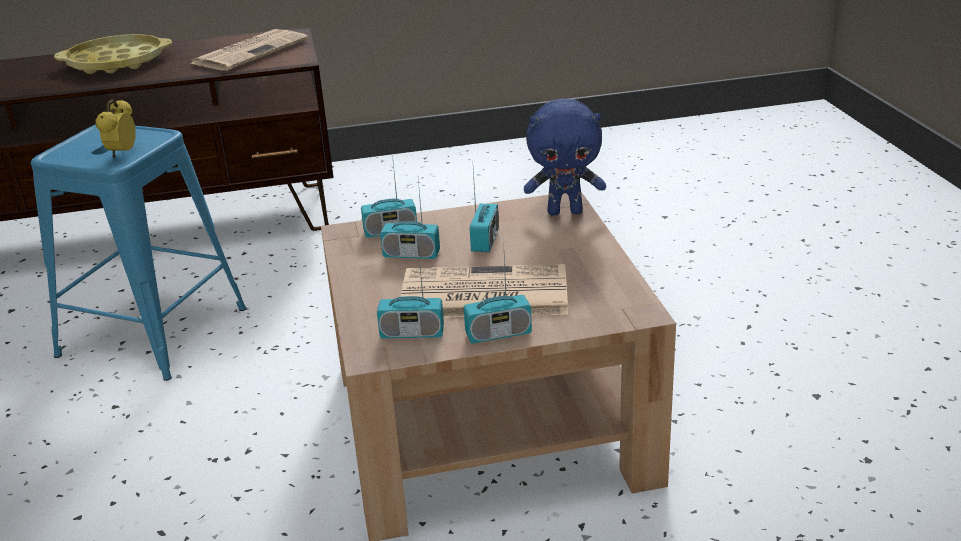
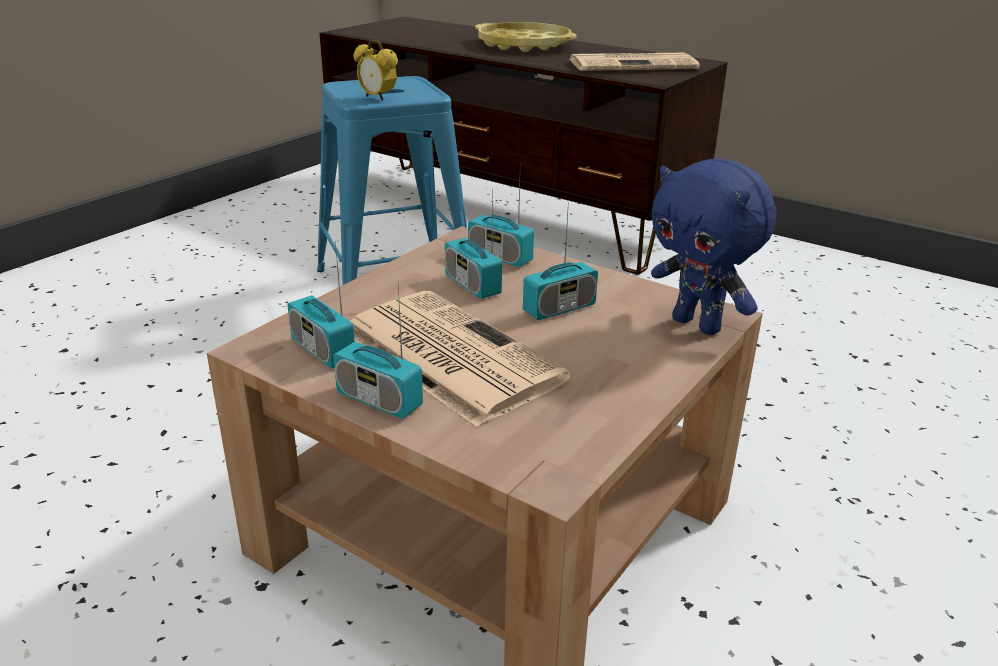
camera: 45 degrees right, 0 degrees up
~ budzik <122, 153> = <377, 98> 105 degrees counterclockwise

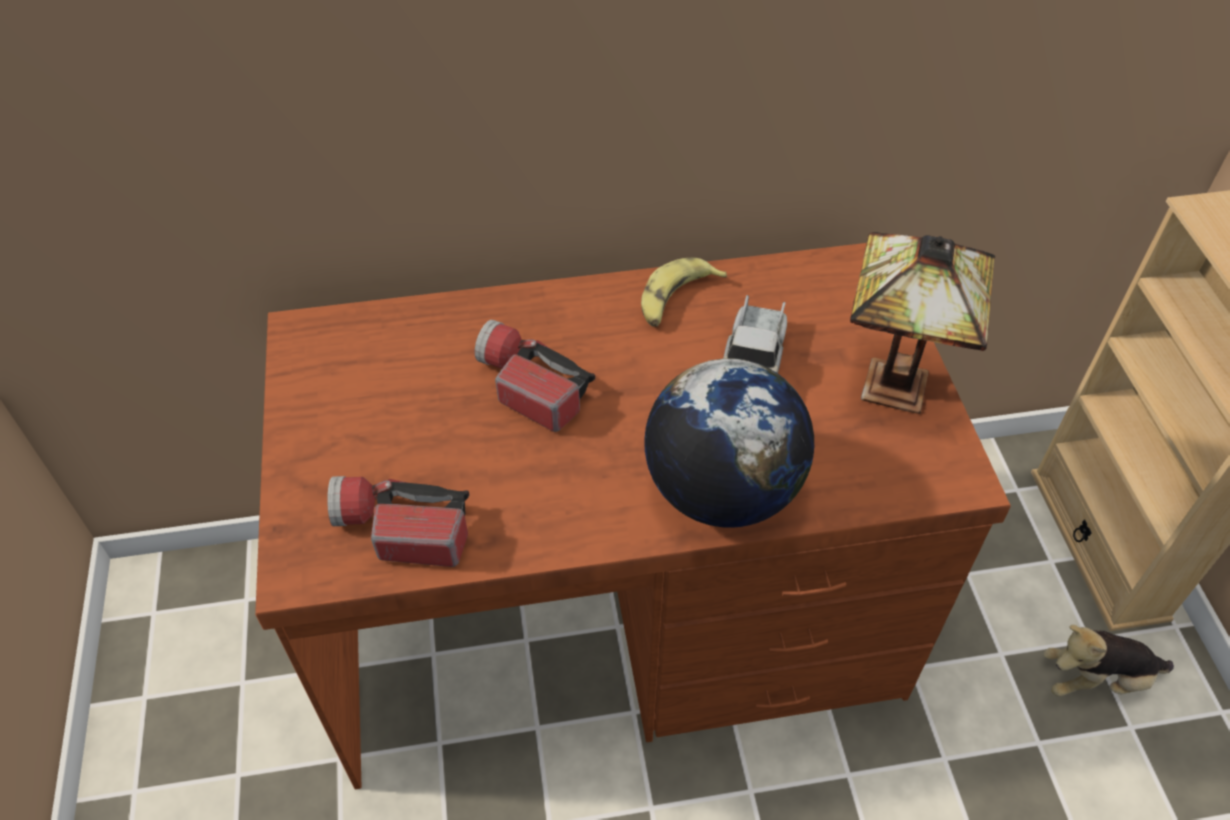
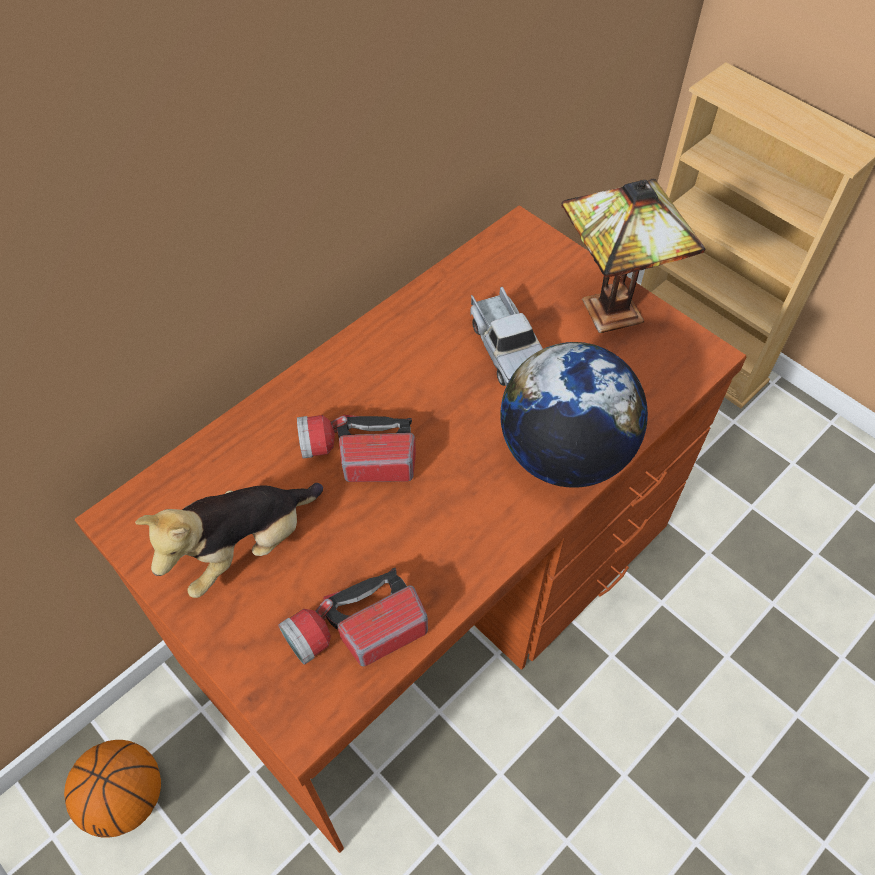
camera: 35 degrees left, 5 degrees up
- banan <676, 300>
~ pluszak <1096, 679> to <245, 548>
+ piłka do koszykówki <126, 798>

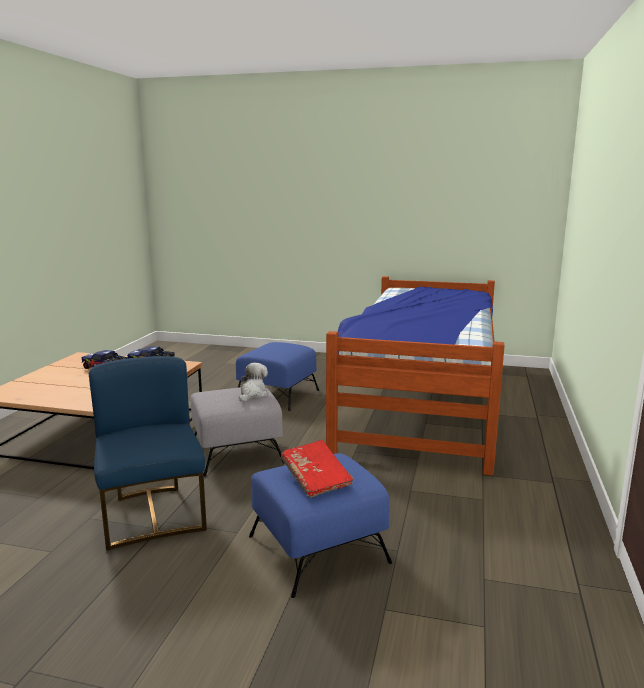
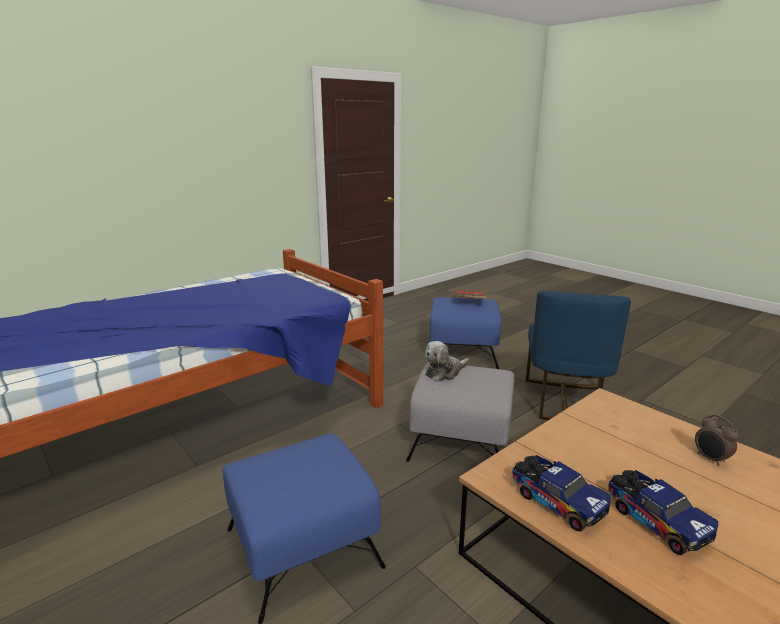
camera: 145 degrees left, 5 degrees up
+ budzik <710, 459>

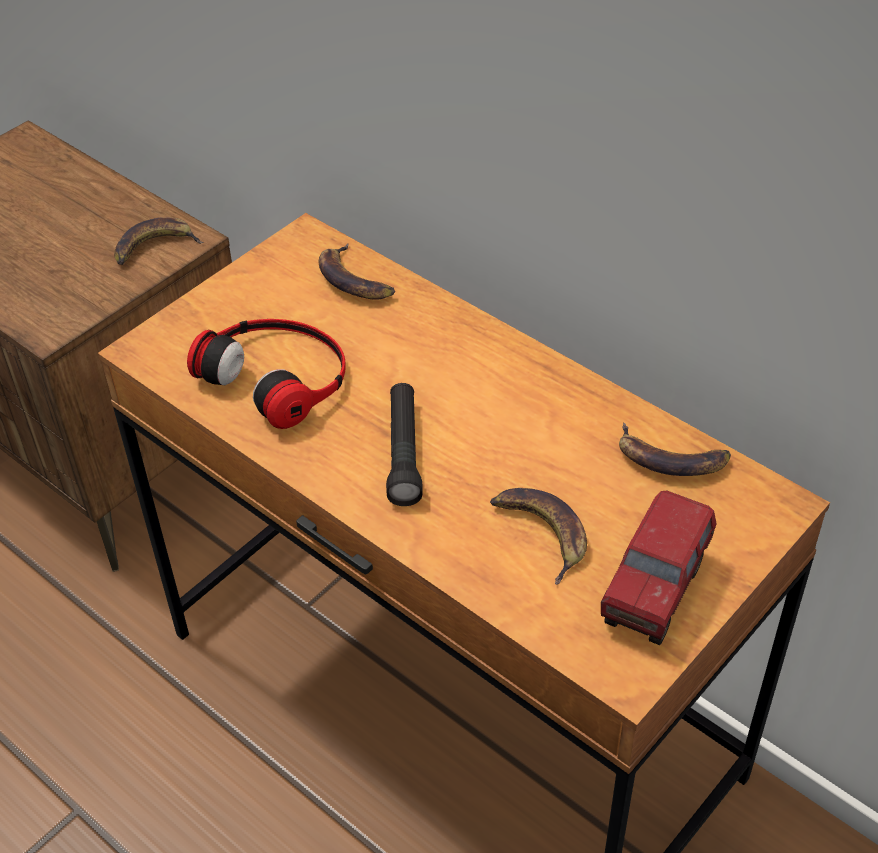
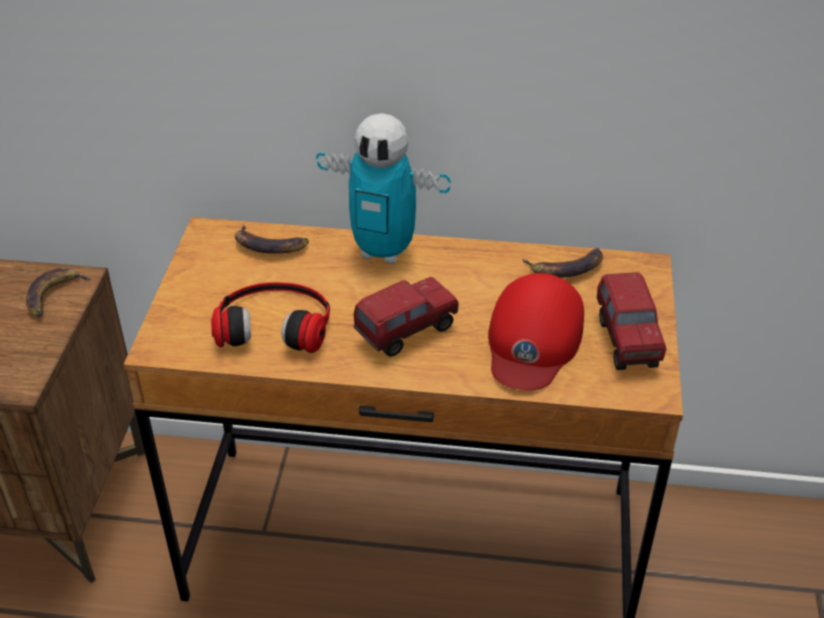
camera: 35 degrees left, 5 degrees down
~ latarka (czarny) <404, 453> to ciężarówka zabawkowa <406, 333>
~ banan <540, 532> to czapka z daszkiem (czerwony) <533, 340>
+ robot zabawkowy <384, 251>

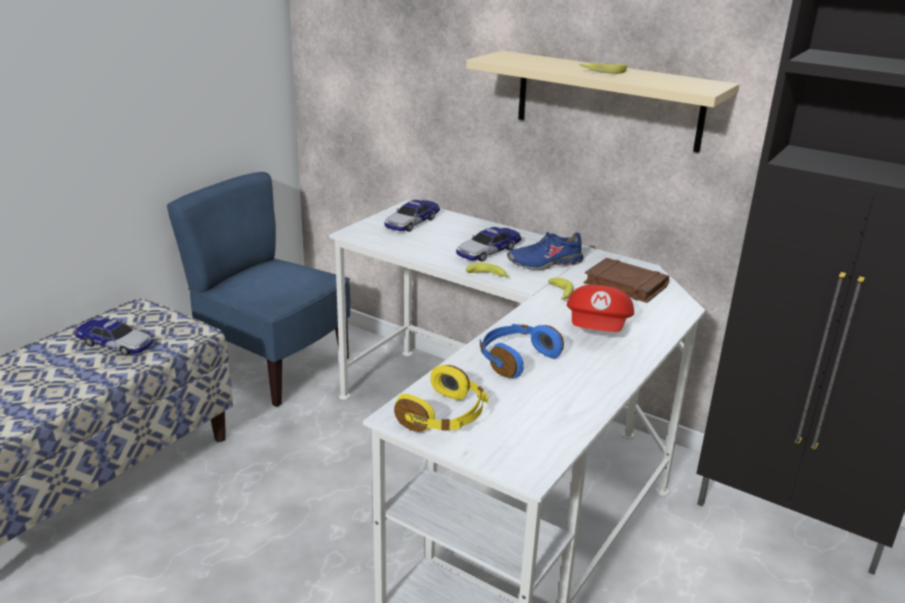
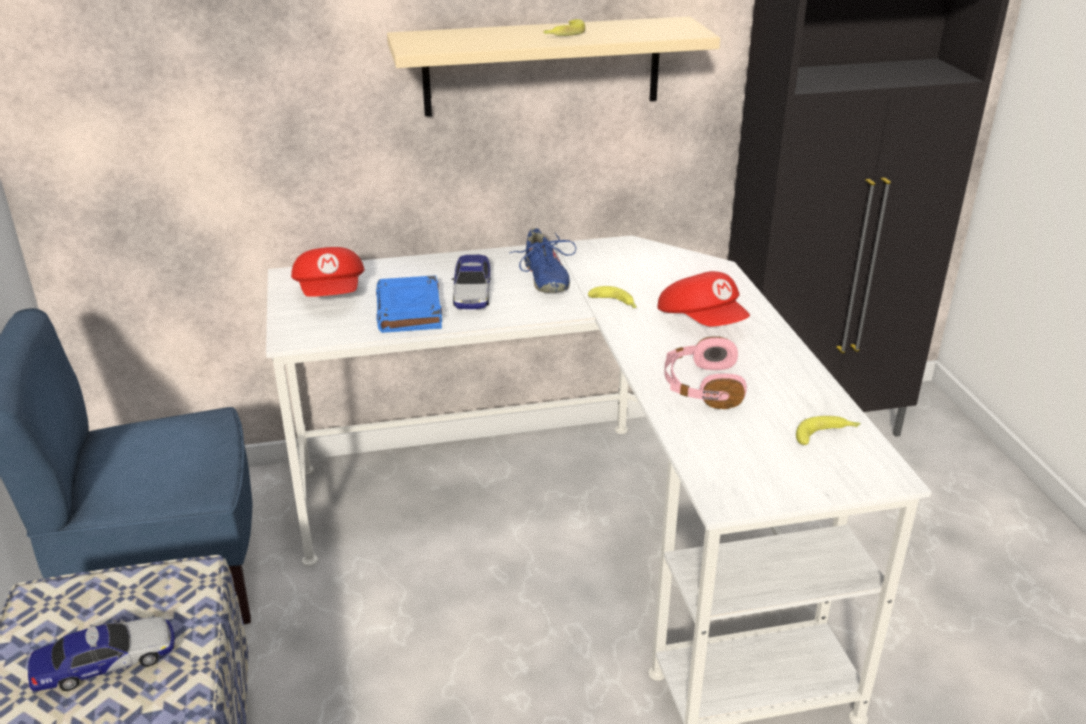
camera: 45 degrees left, 5 degrees up
~ samochodzik <412, 222> to czapka z daszkiem (czerwony) <332, 294>
- słuchawki (żółty) <445, 416>
~ banan <489, 276> to <827, 435>
~ słuchawki (niebieski) <516, 359> to słuchawki (różowy) <701, 387>
~ but (niebieski) <545, 263> = <544, 278> 45 degrees counterclockwise
- książka (brązowy) <624, 285>
+ książka (niebieski) <409, 311>

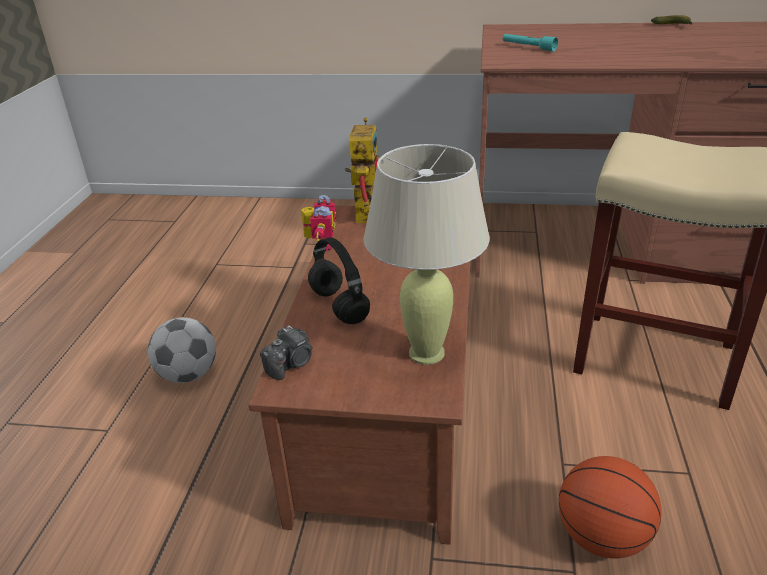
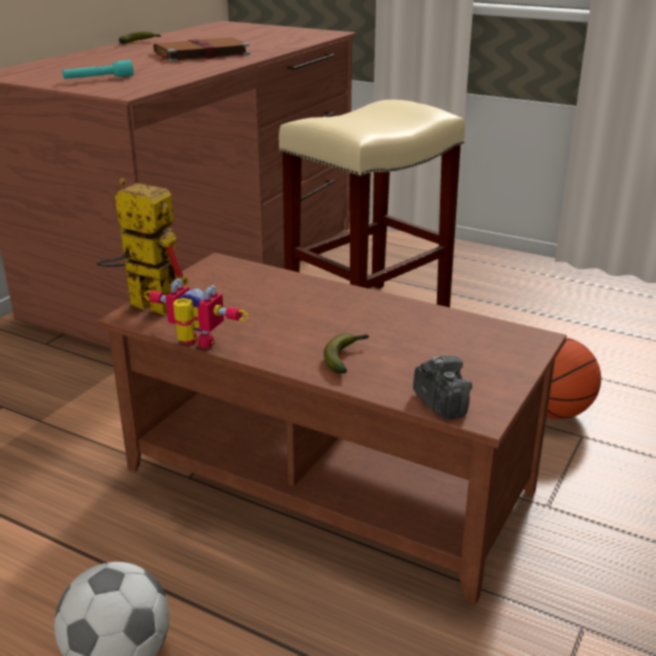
camera: 70 degrees left, 5 degrees down
~ słuchawki (czarny) <338, 306> to banan <346, 357>
- lampa stołowa (beżowy) <427, 353>
+ książka (brązowy) <200, 53>

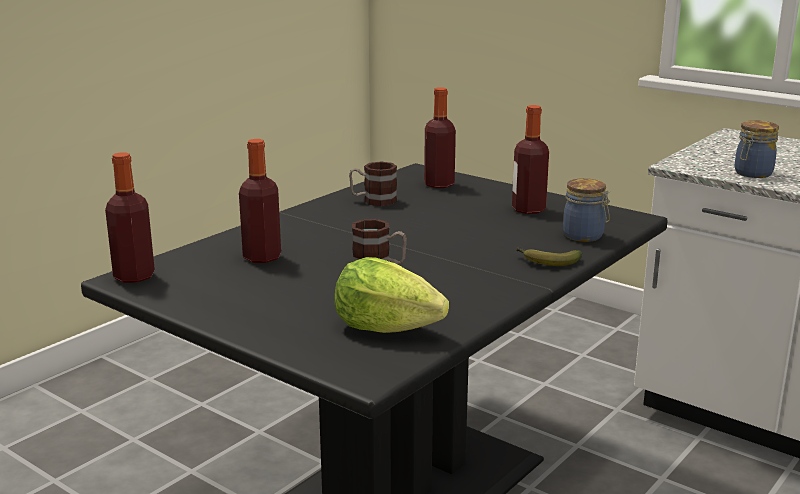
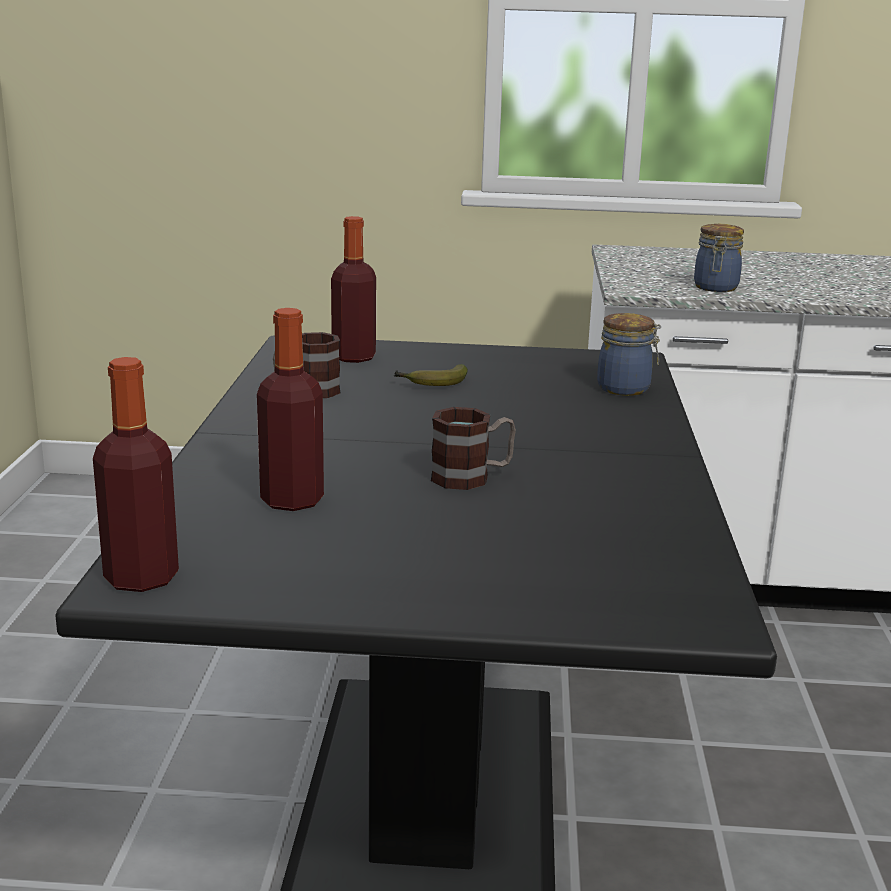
camera: 35 degrees left, 0 degrees up
- sałata <386, 328>
- butelka <528, 209>
~ banan <546, 261> to <432, 383>

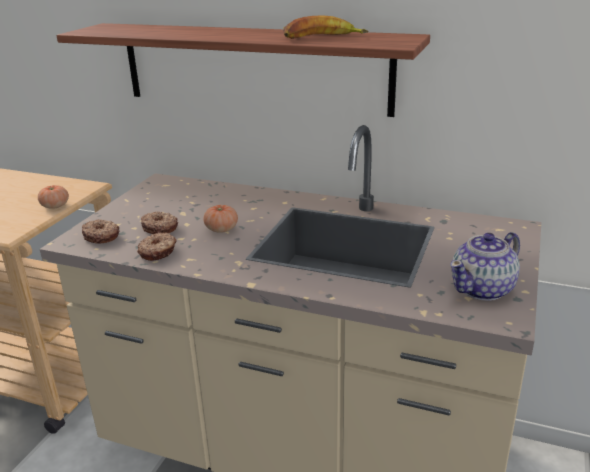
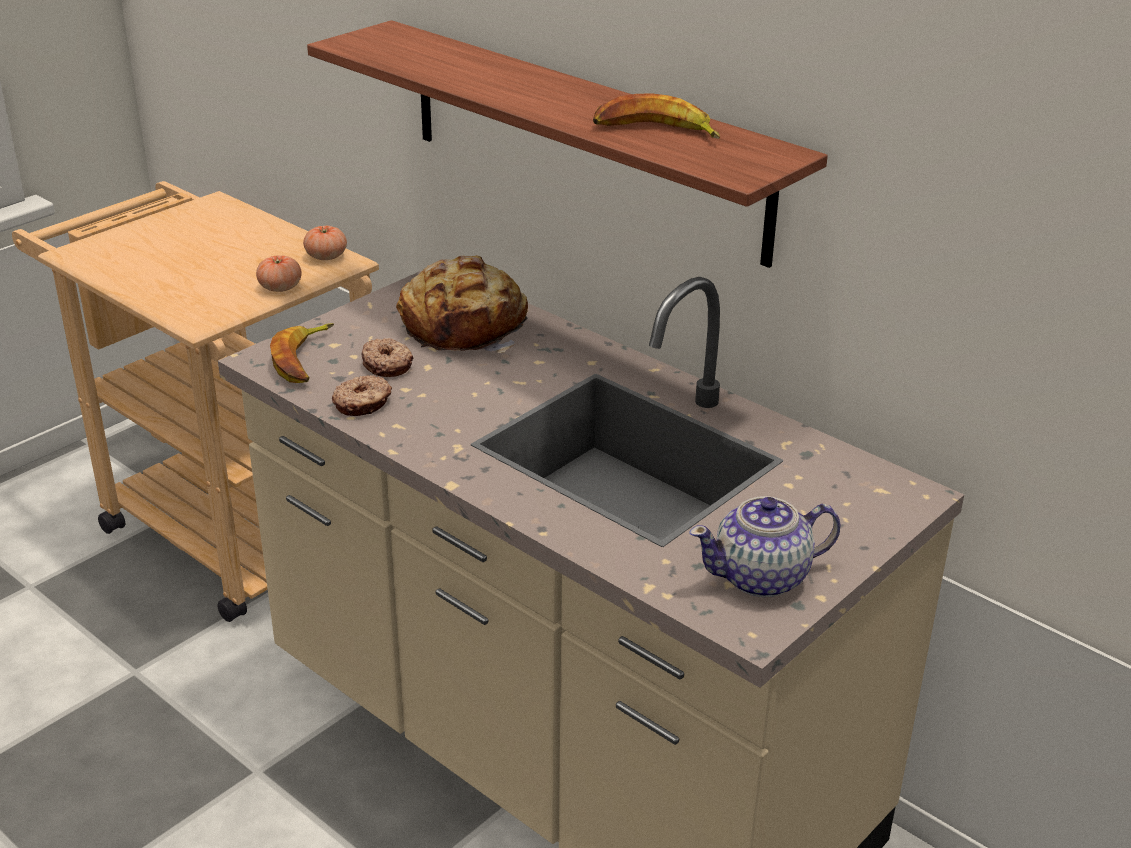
camera: 20 degrees right, 5 degrees up
~ donut <101, 236> to banan <304, 360>
~ pomidor <221, 229> to <326, 256>
+ chleb <465, 327>

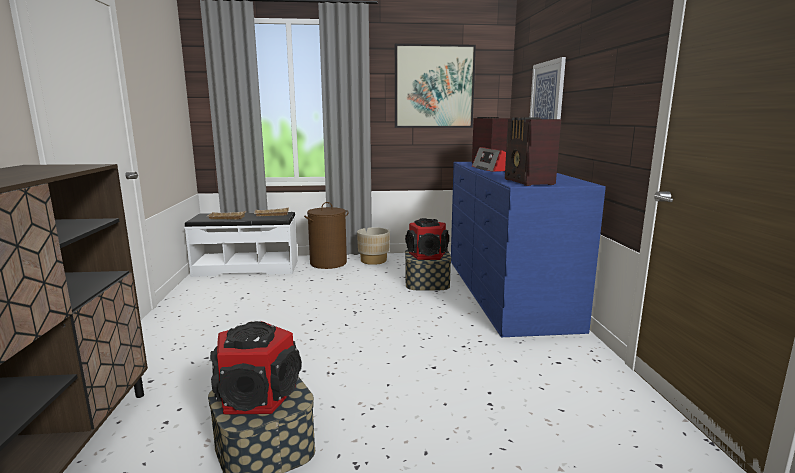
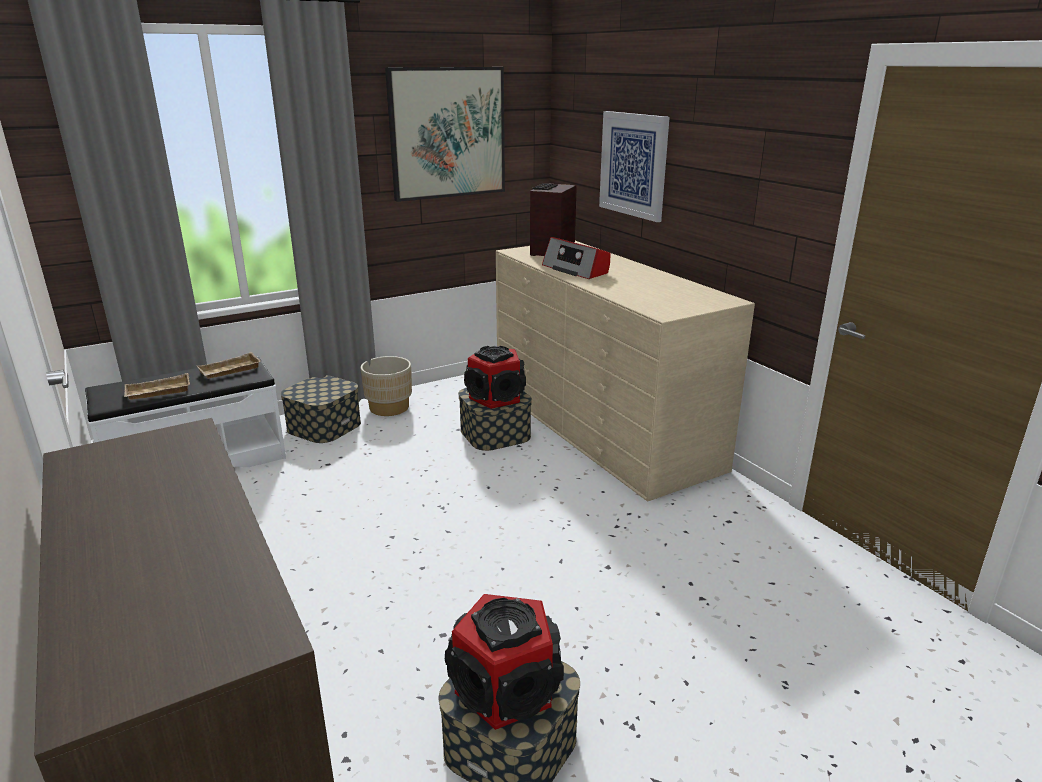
camera: 25 degrees left, 10 degrees up
~ kosz na pranie (brązowy) <328, 263> to pojemnik do przechowywania <324, 426>
~ komoda (niebieski) <506, 290> to komoda (beżowy) <601, 426>
- radio <528, 182>

